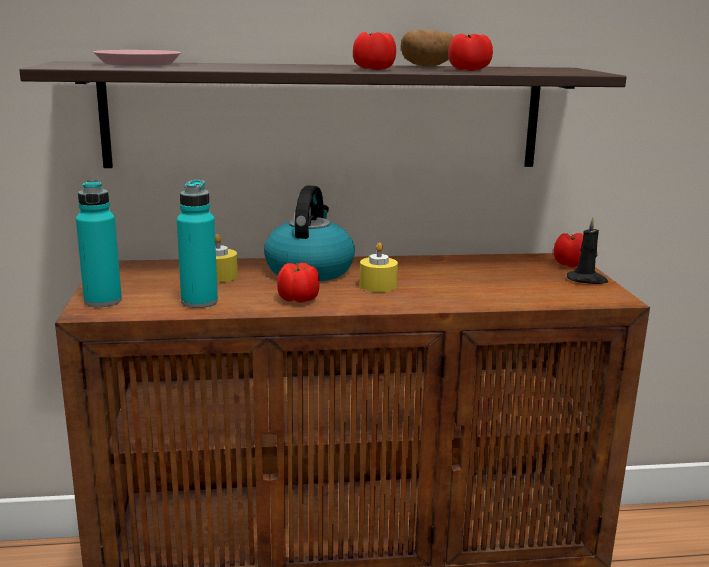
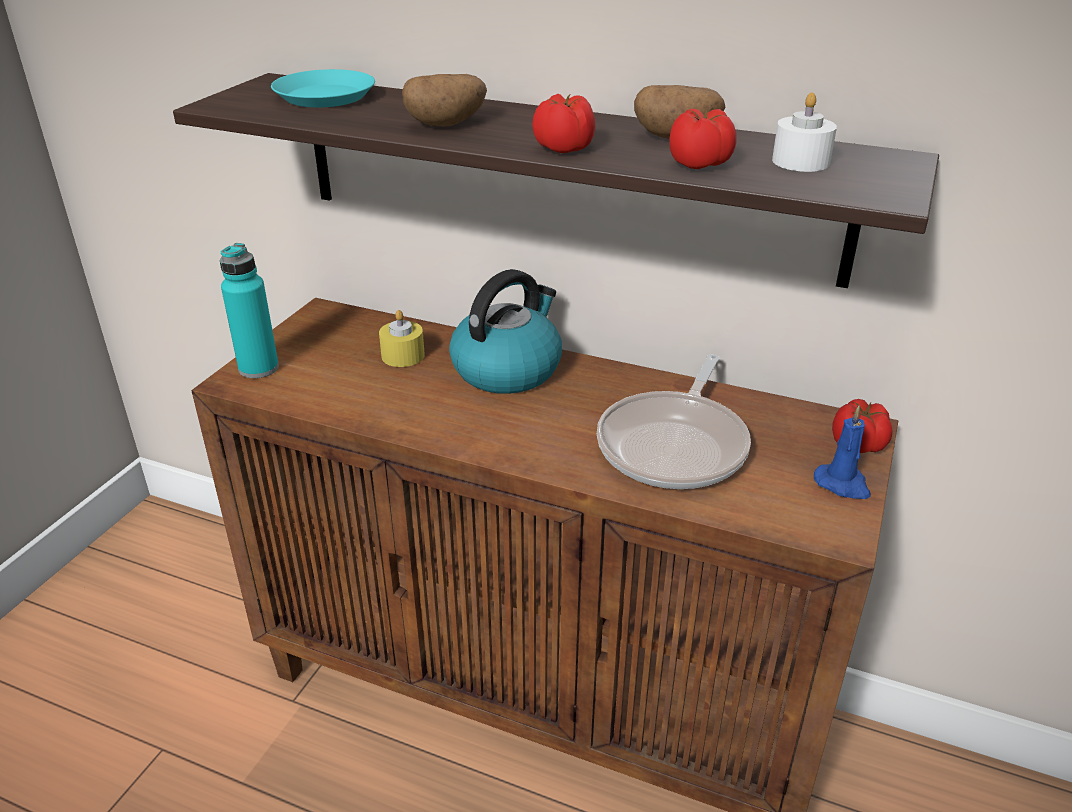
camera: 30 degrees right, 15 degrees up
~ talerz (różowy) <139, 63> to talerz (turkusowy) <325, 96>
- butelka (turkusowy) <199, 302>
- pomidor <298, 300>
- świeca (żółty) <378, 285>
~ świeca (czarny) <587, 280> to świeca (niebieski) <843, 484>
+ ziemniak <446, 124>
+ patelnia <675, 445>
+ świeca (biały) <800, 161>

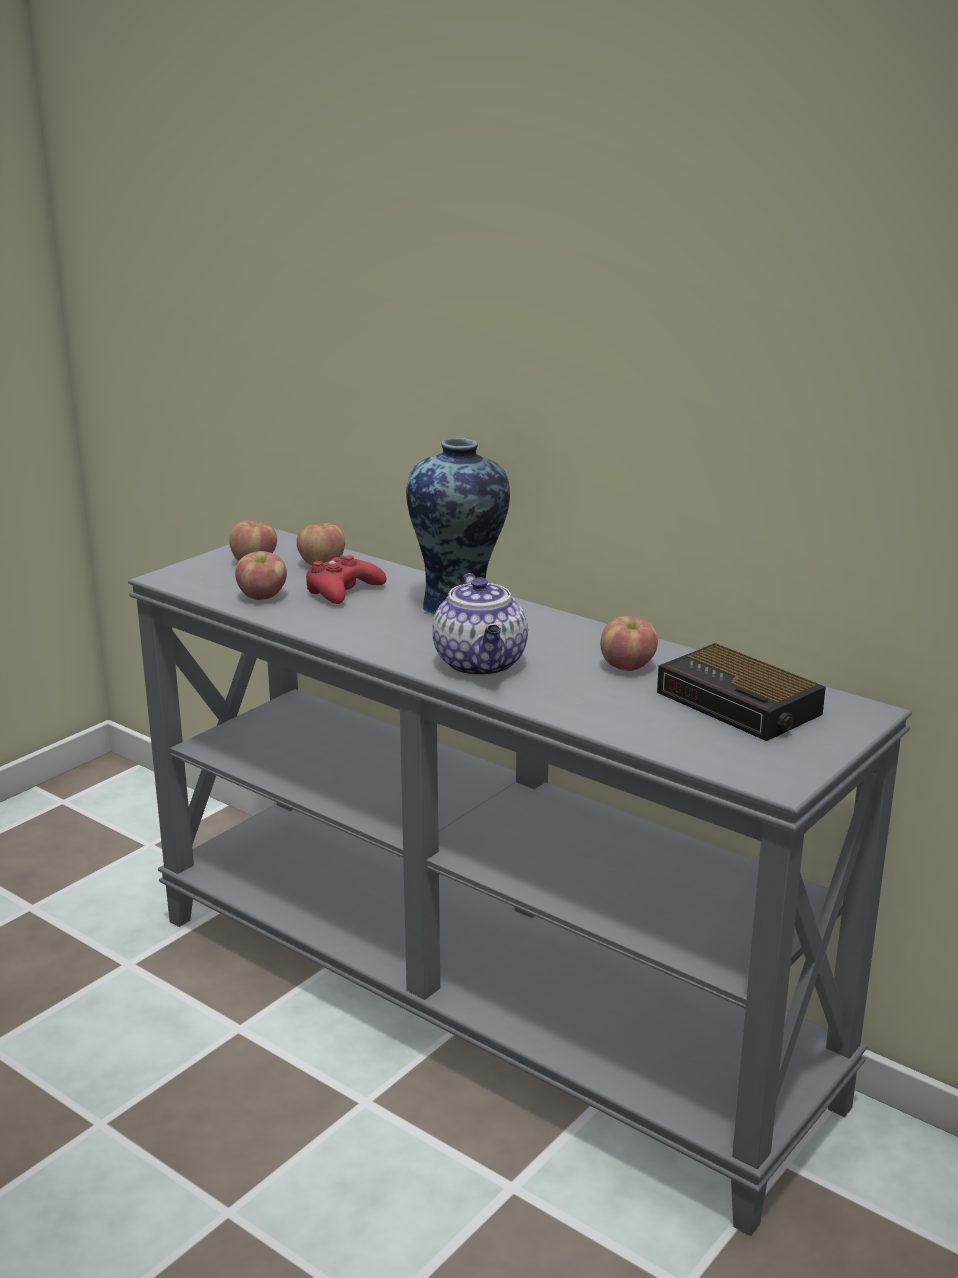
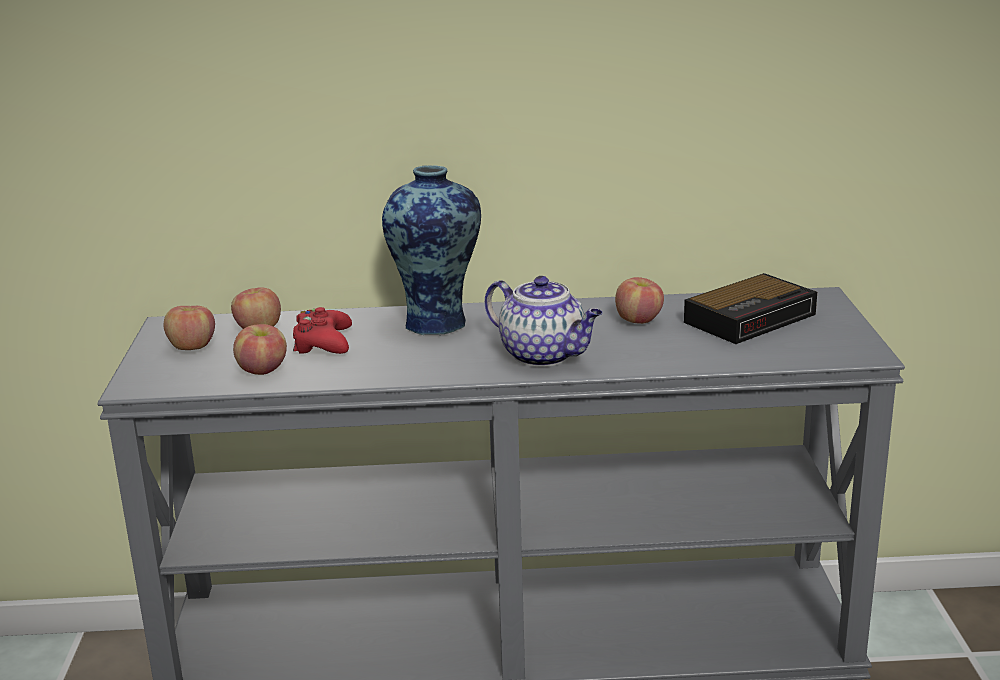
camera: 40 degrees left, 0 degrees up
~ budzik <741, 704> = <752, 318> 45 degrees counterclockwise

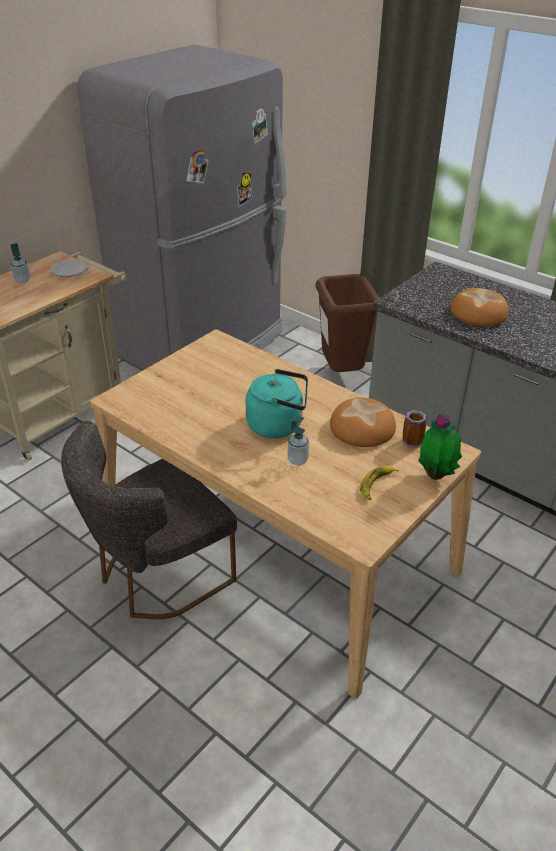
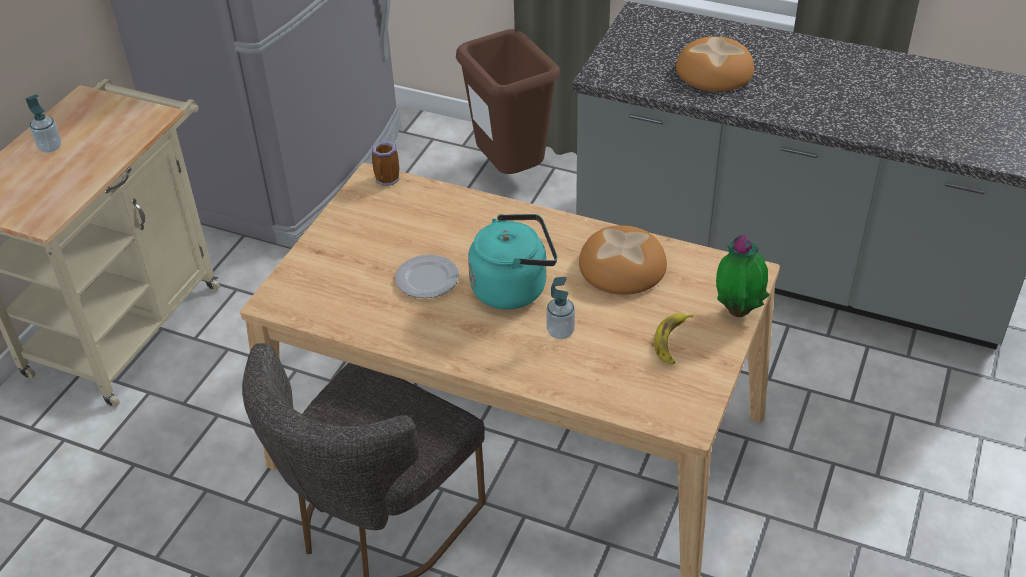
camera: 15 degrees left, 5 degrees up
~ talerz <69, 270> to <427, 280>
~ kubek <412, 443> to <387, 180>

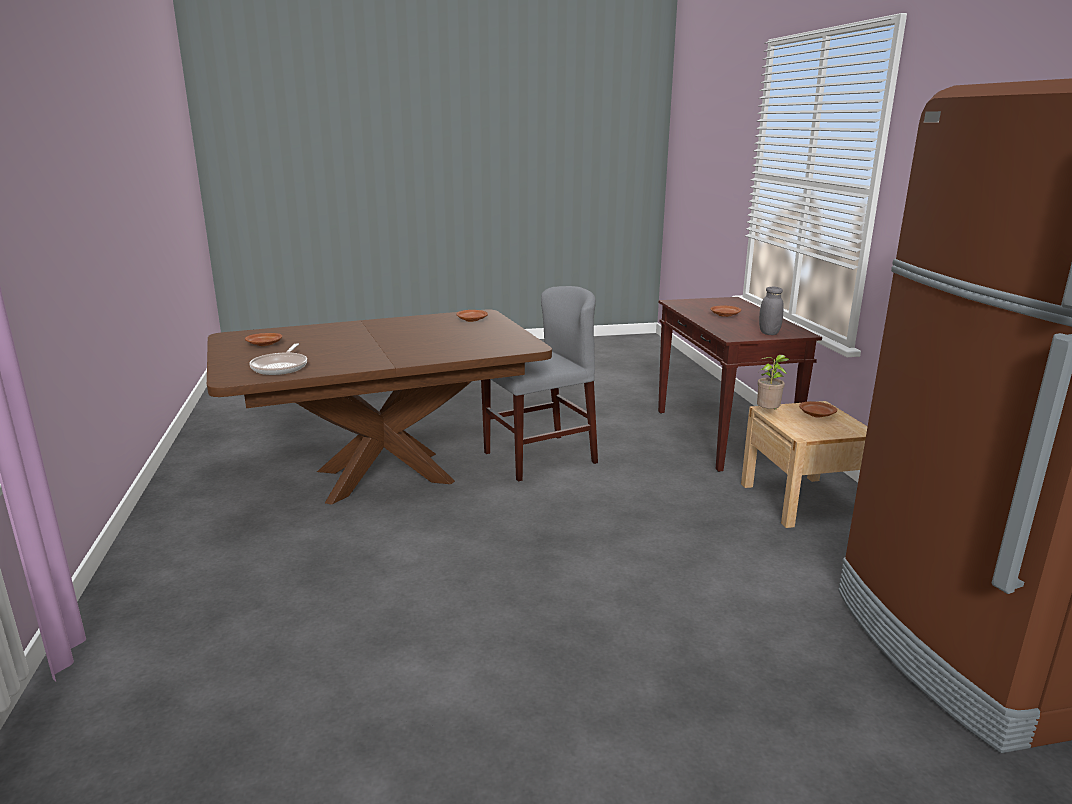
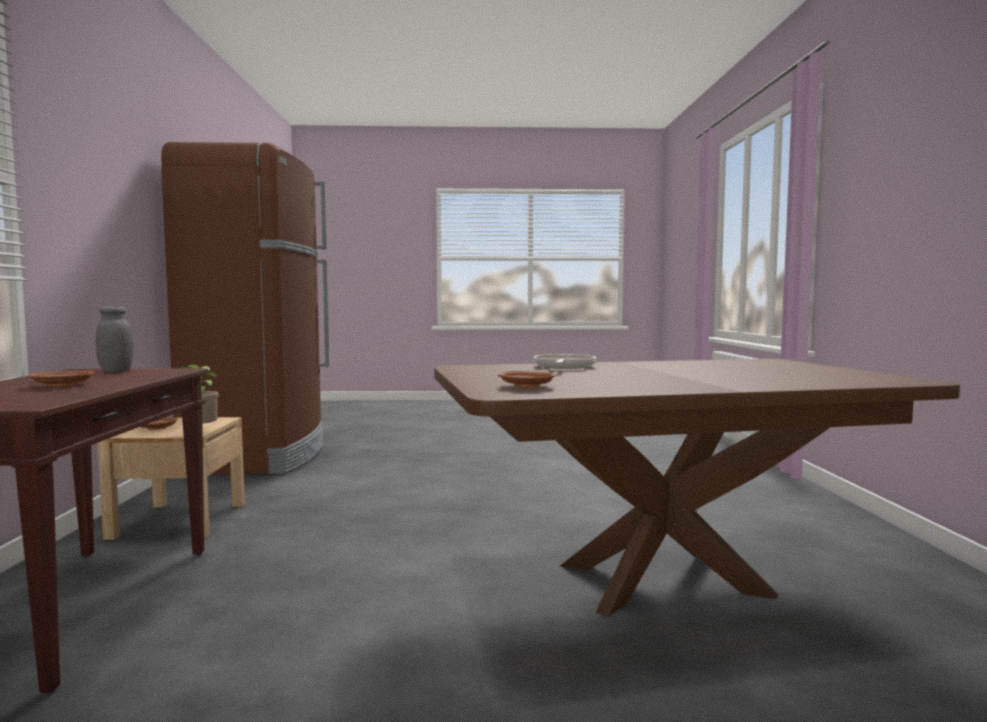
camera: 170 degrees left, 15 degrees down
- talerz (brązowy) <265, 344>
~ patelnia <281, 367> to <563, 367>
- krzesło (szary) <539, 457>

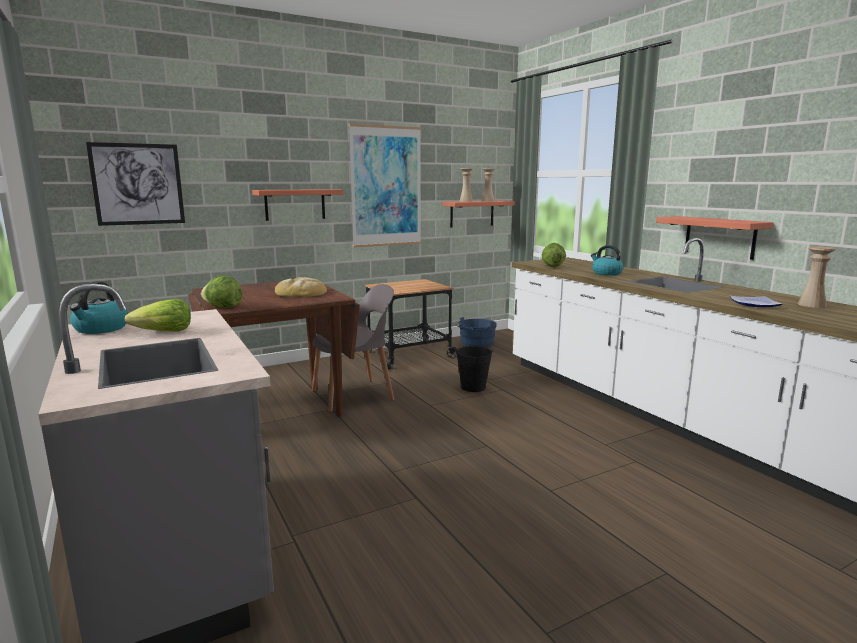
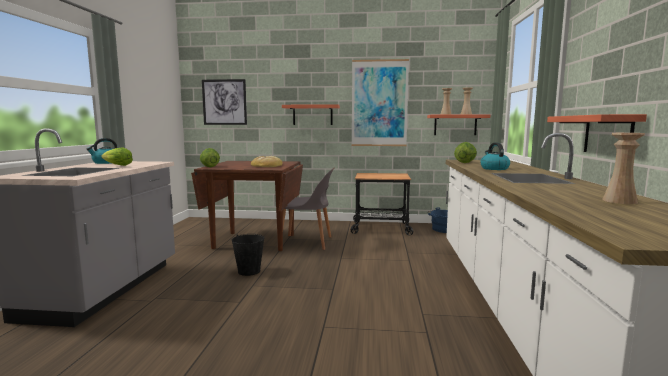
camera: 35 degrees right, 5 degrees down
~ wiadro (czarny) <473, 387> to <249, 271>
- talerz <755, 304>

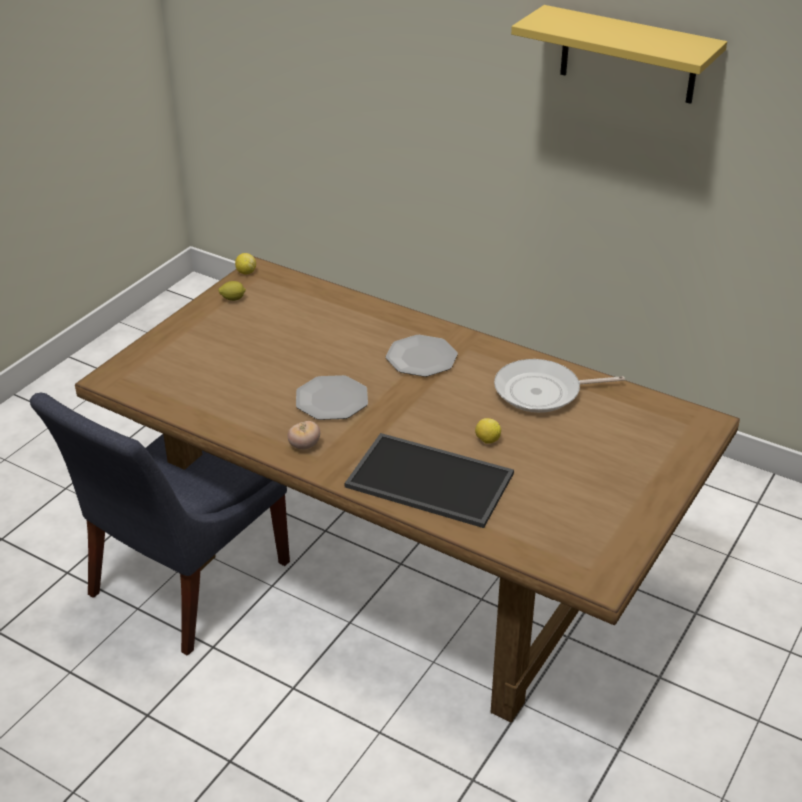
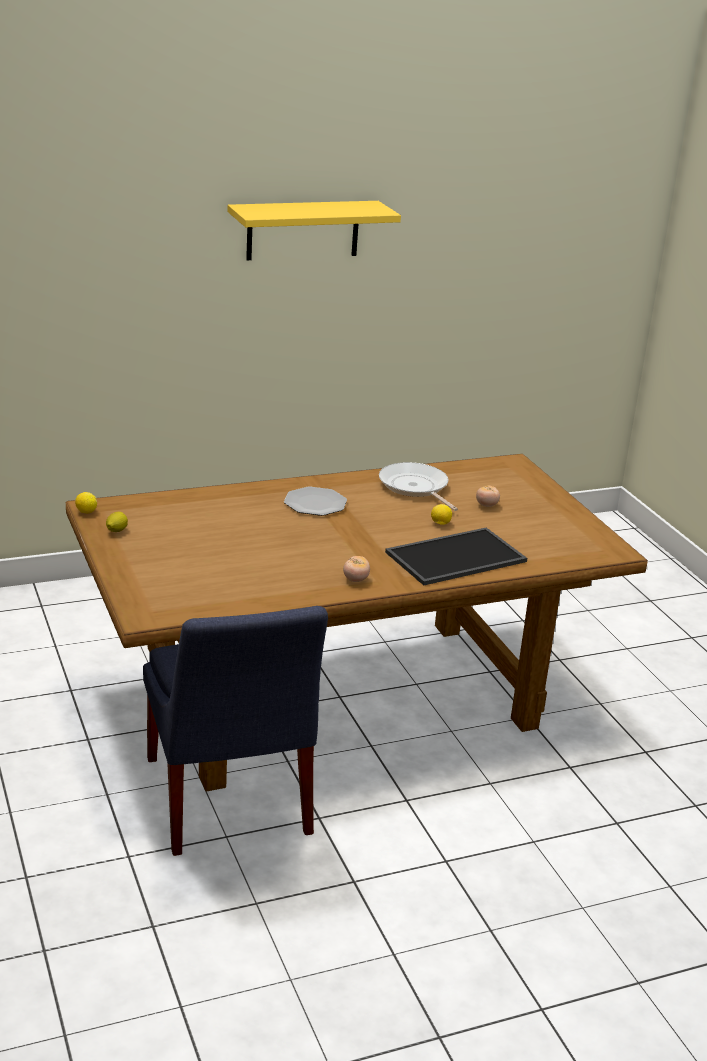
camera: 55 degrees left, 10 degrees down
- talerz <332, 400>
~ patelnia <542, 392> = <415, 487> 120 degrees clockwise
+ pomidor <486, 505>

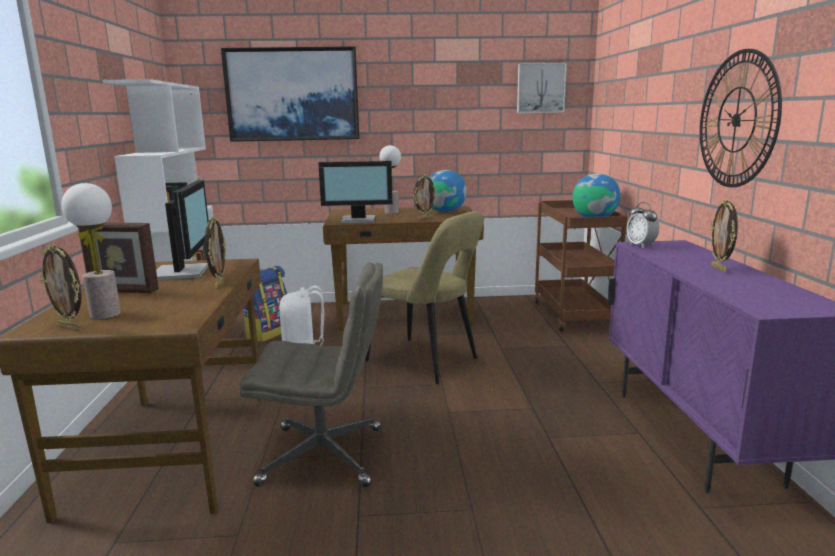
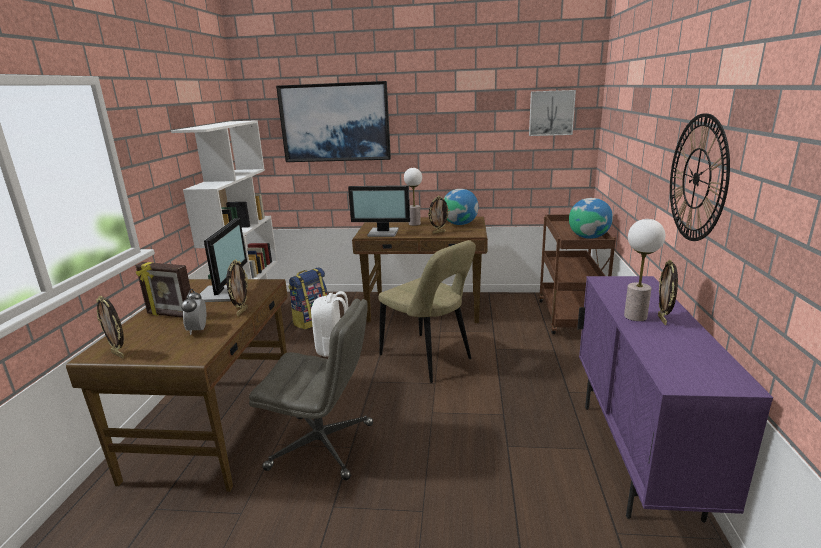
camera: 10 degrees right, 5 degrees up
~ lampa stołowa <105, 314> to <635, 316>
~ budzik <641, 245> to <198, 330>

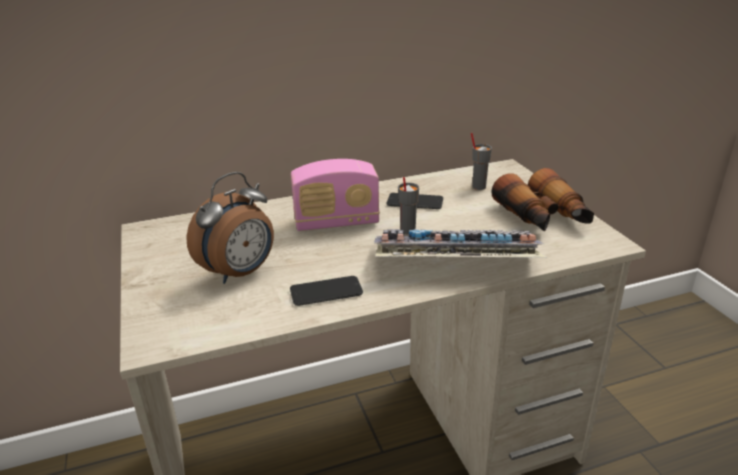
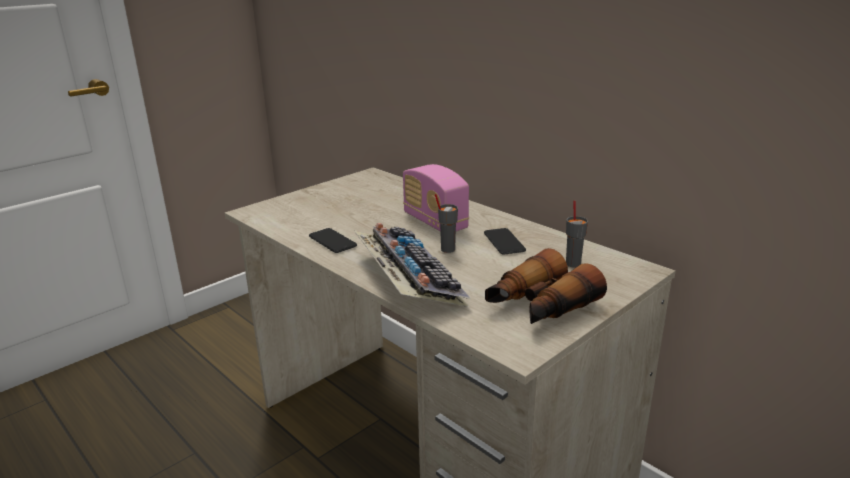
camera: 65 degrees right, 5 degrees down
- budzik <240, 273>

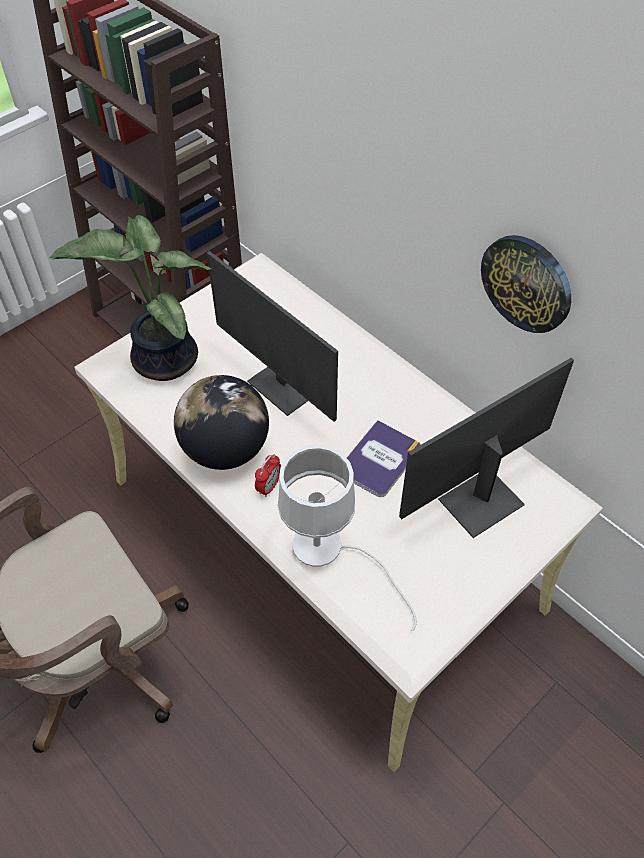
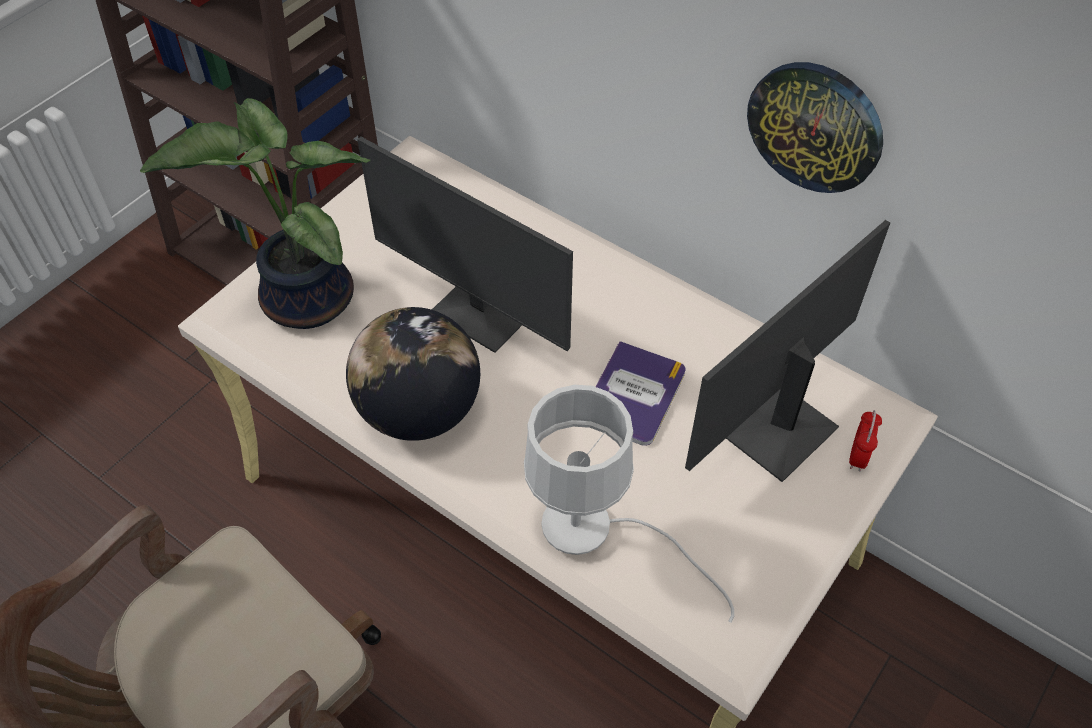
camera: 10 degrees left, 0 degrees up
~ budzik <269, 486> to <857, 457>

